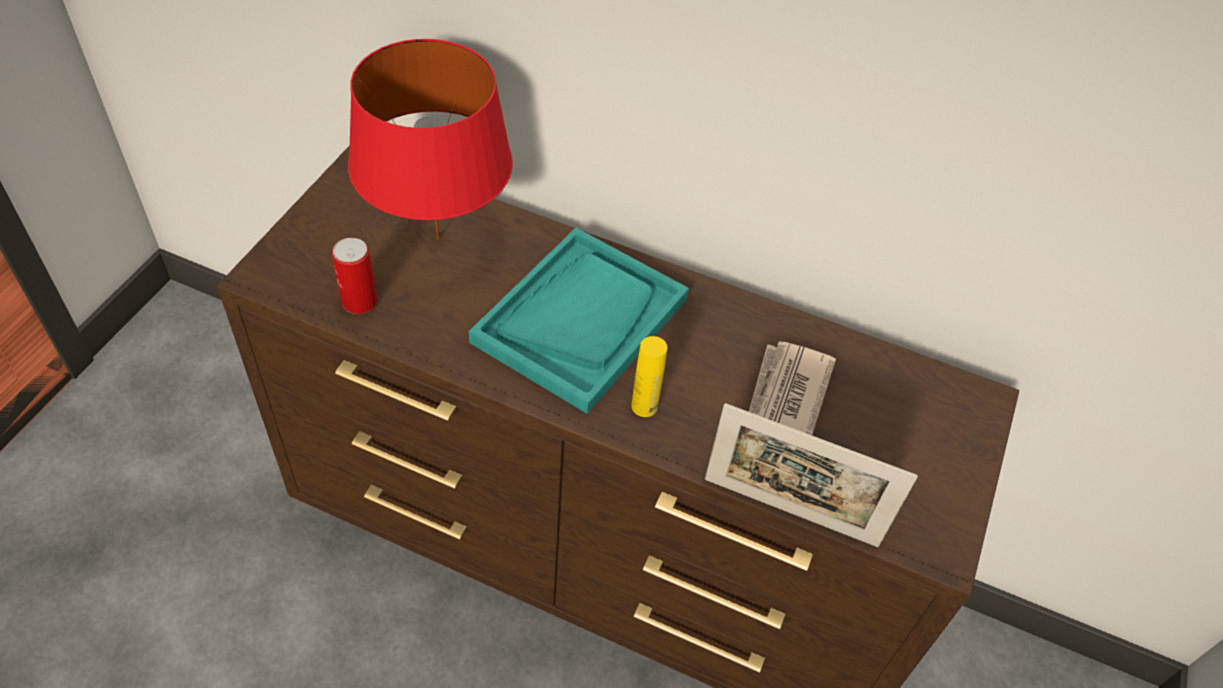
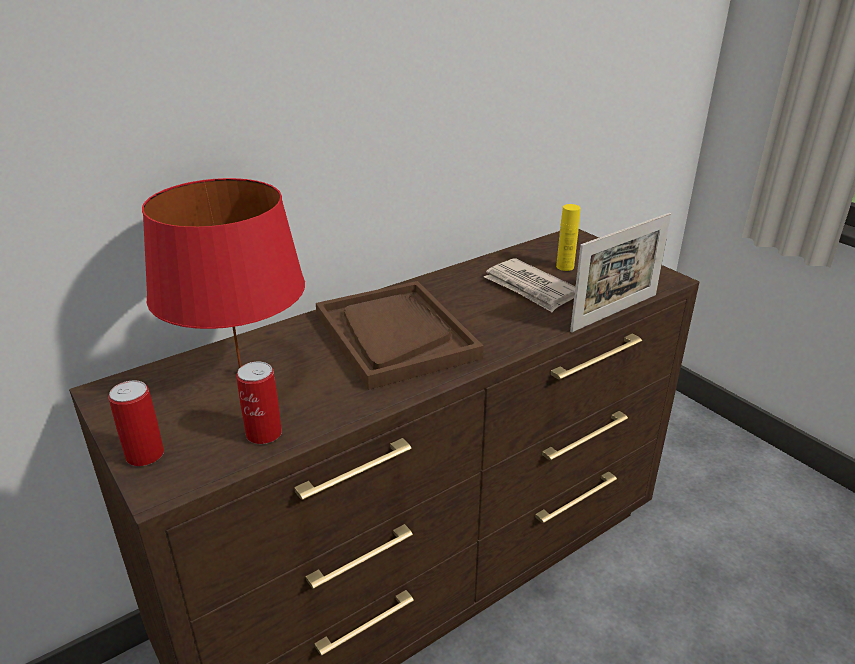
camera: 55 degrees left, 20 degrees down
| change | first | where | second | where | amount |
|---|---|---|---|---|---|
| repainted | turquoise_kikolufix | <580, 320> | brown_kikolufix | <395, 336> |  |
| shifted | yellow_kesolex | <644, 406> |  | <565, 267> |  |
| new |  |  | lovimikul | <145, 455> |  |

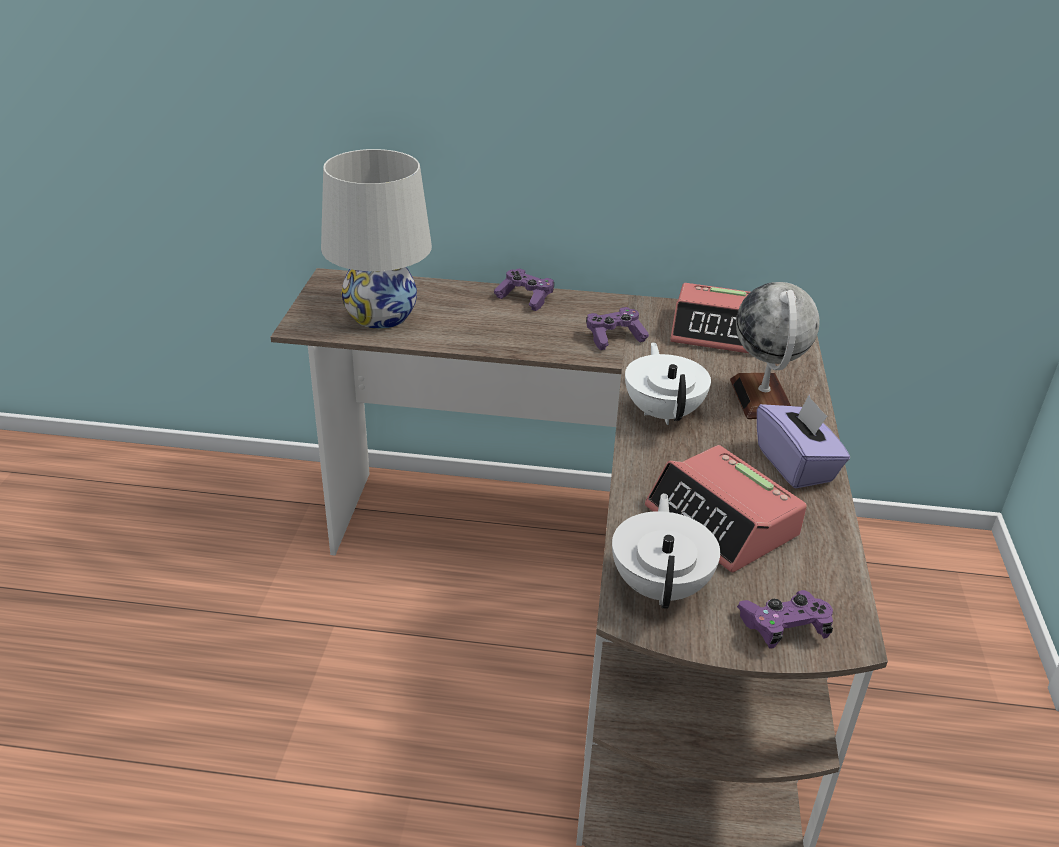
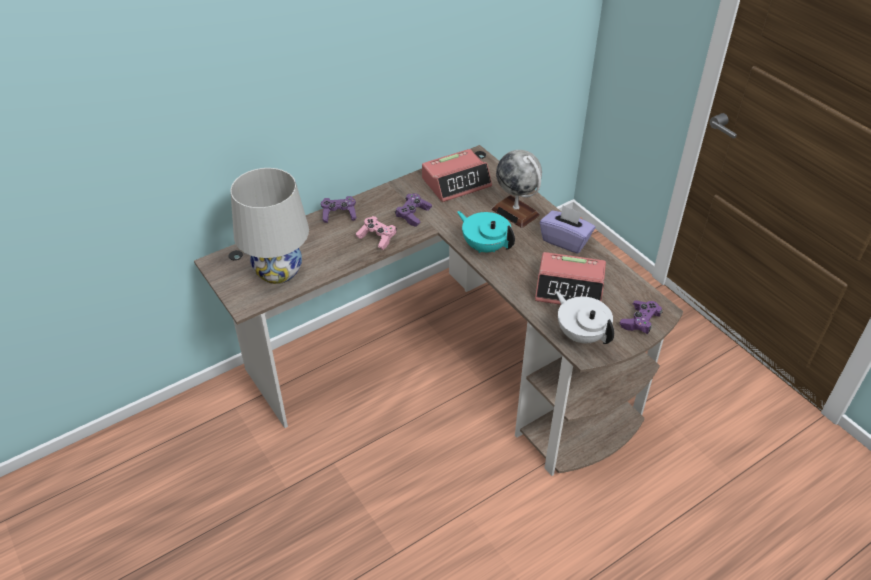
camera: 40 degrees left, 10 degrees up
| change | first | where | second | where | amount |
|---|---|---|---|---|---|
| repainted | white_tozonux | <663, 412> | turquoise_tozonux | <485, 246> |  |
| new |  |  | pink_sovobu | <377, 238> |  |

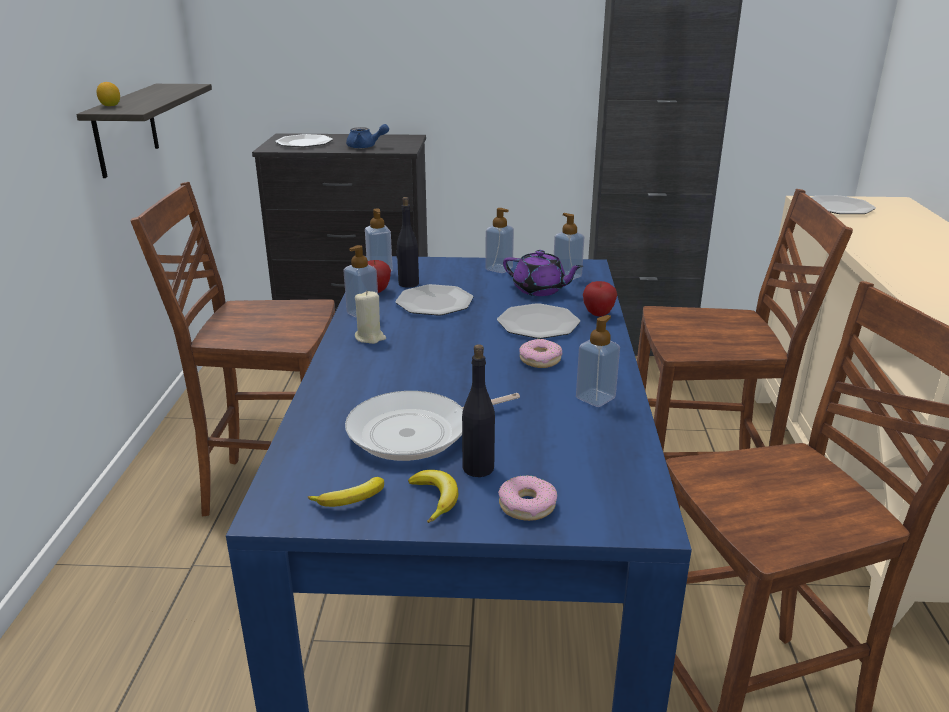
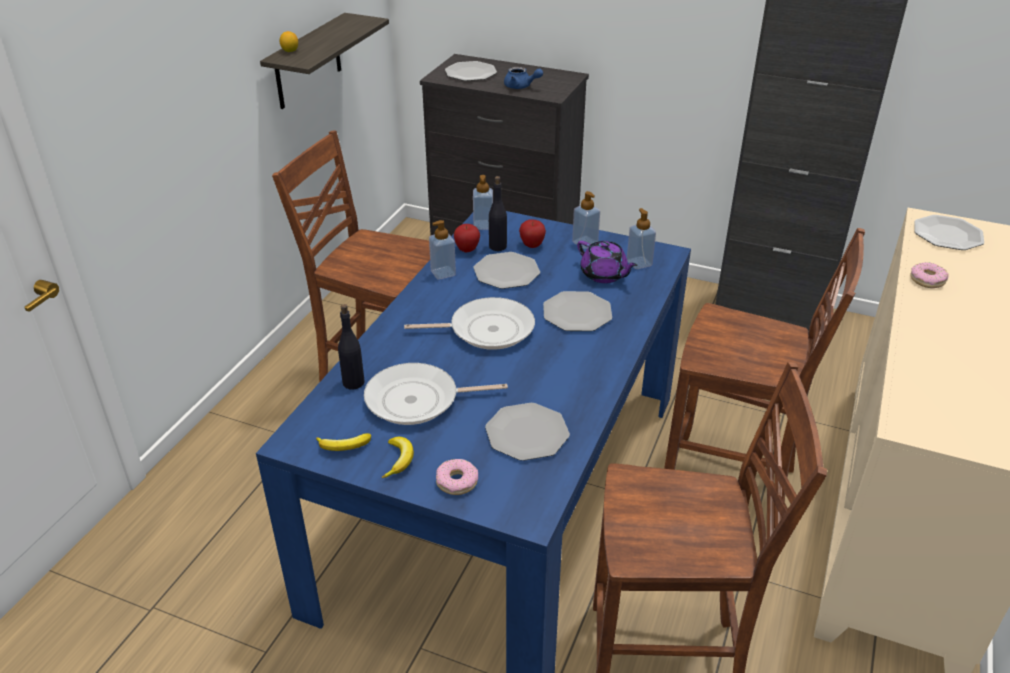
camera: 20 degrees right, 10 degrees up
| change | first | where | second | where | amount |
|---|---|---|---|---|---|
| gone | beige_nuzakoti | <370, 337> |  |  |  |
| shifted | black_kesolex | <478, 468> |  | <353, 382> |  |
| shifted | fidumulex | <540, 360> |  | <927, 280> |  |
| gone | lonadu | <595, 398> |  |  |  |
| shifted | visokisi | <598, 314> |  | <532, 245> |  |
| new |  |  | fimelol | <486, 330> |  |
| new |  |  | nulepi | <527, 433> |  |

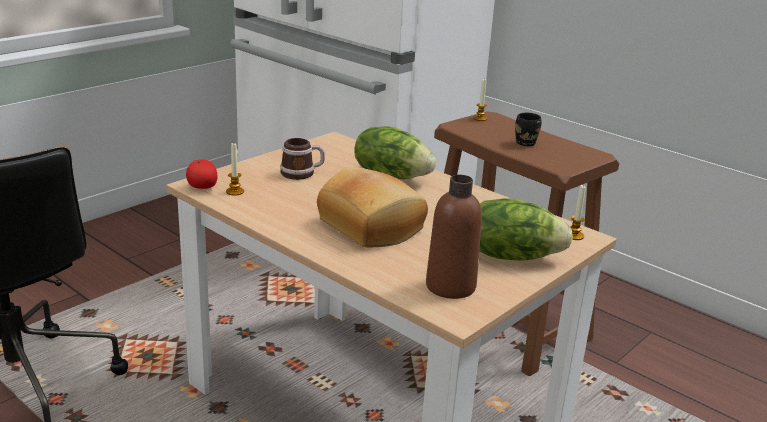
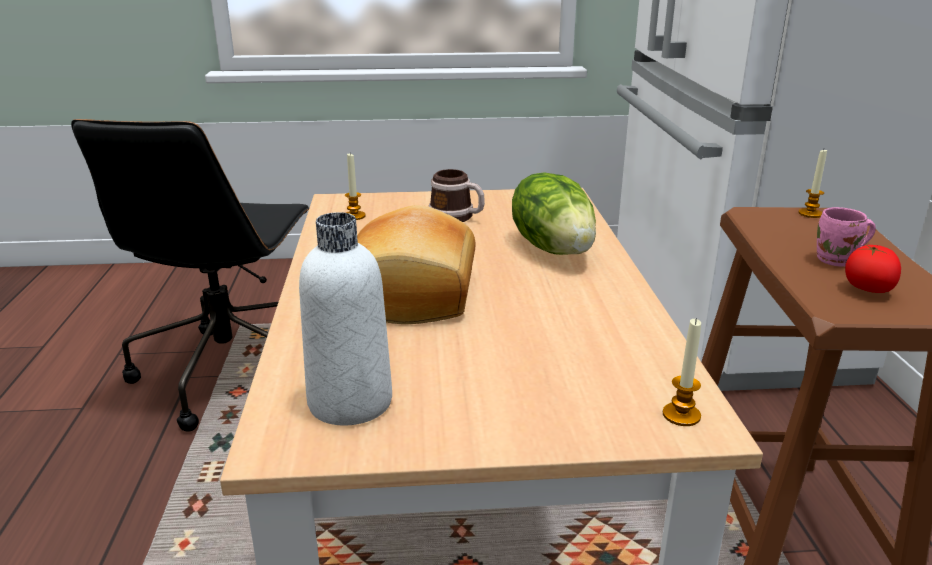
camera: 45 degrees right, 0 degrees up
| change | first | where | second | where | amount |
|---|---|---|---|---|---|
| shifted | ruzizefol | <202, 187> |  | <867, 289> |  |
| repainted | brown_kesolex | <450, 286> | white_kesolex | <350, 402> |  |
| gone | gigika | <512, 256> |  |  |  |
| repainted | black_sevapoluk | <527, 143> | pink_sevapoluk | <838, 261> |  |

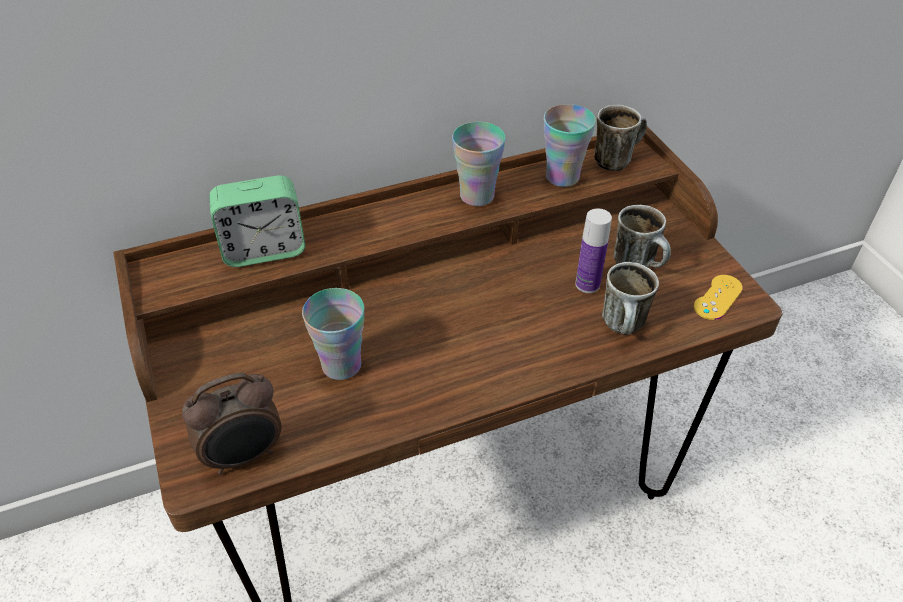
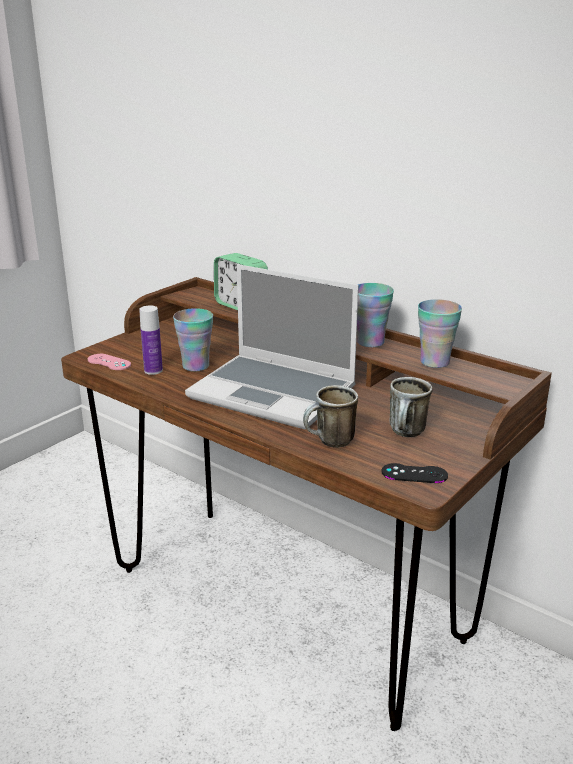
camera: 60 degrees right, 20 degrees down
| change | first | where | second | where | amount |
|---|---|---|---|---|---|
| swapped | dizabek | <245, 456> | pink_sovobu | <109, 362> |  |
| shifted | kesolex | <587, 284> |  | <153, 370> |  |
| gone | sevapoluk | <616, 159> |  |  |  |
| repainted | yellow_sovobu | <718, 297> | black_sovobu | <414, 474> |  |
| new |  |  | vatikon | <275, 393> |  |

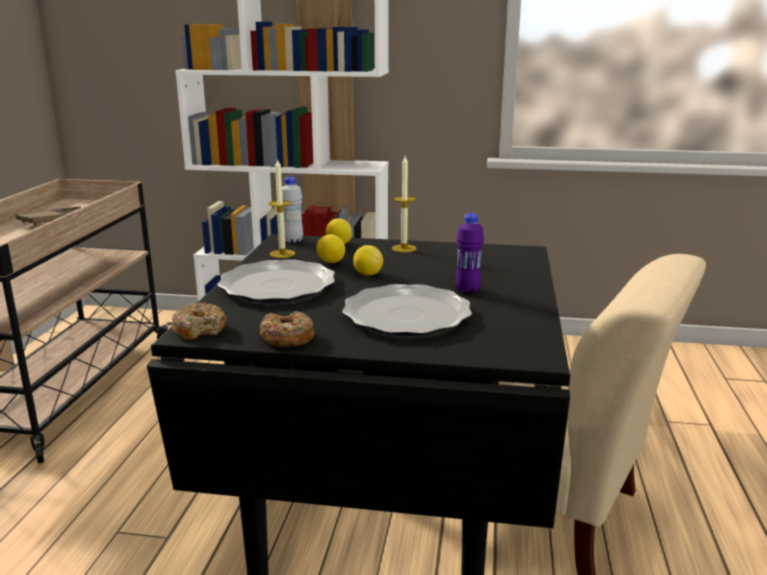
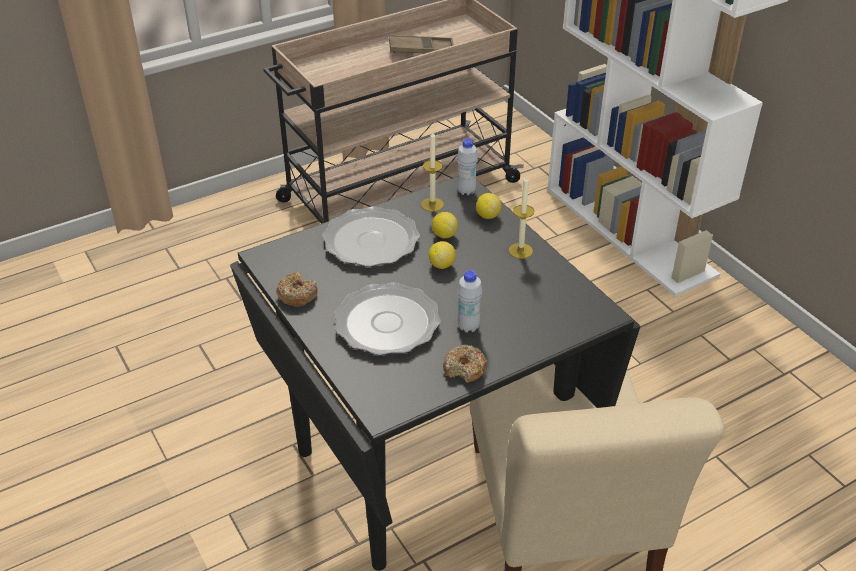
camera: 50 degrees right, 20 degrees up
| change | first | where | second | where | amount |
|---|---|---|---|---|---|
| shifted | fidumulex | <199, 329> |  | <464, 369> |  |
| repainted | purple_kesolex | <467, 290> | white_kesolex | <468, 327> |  |

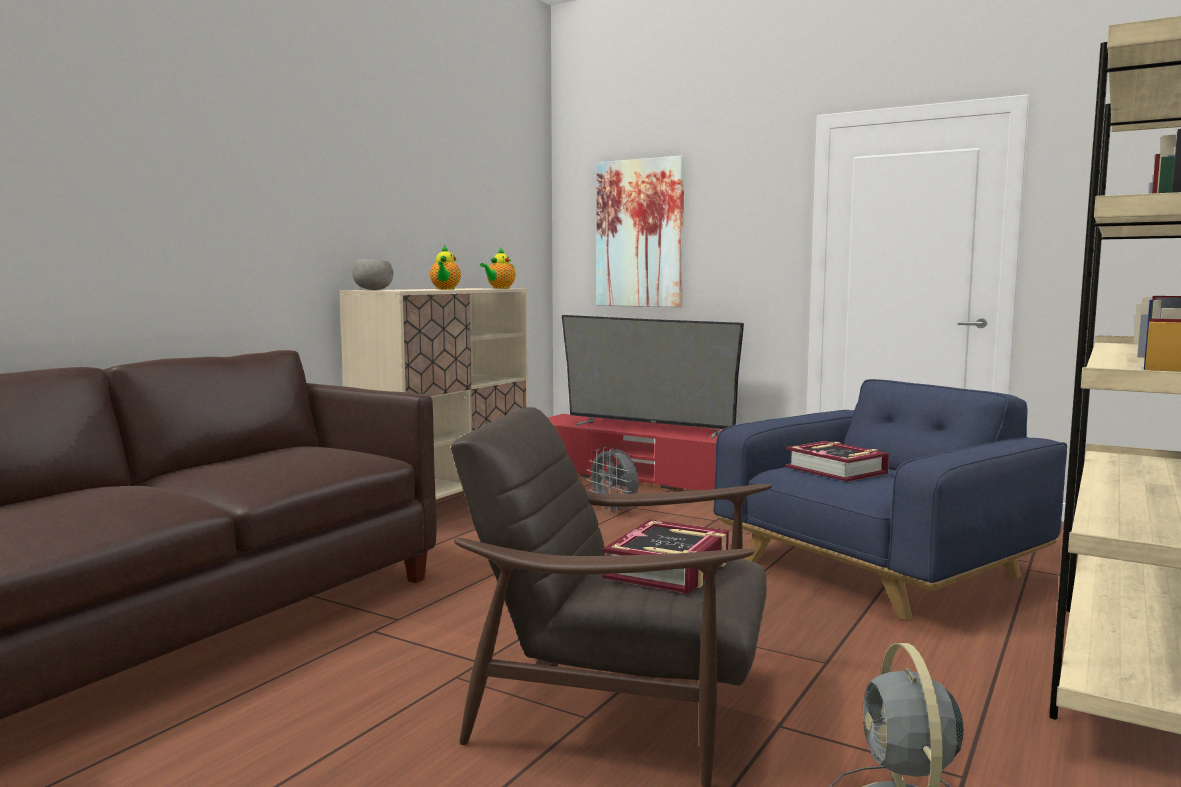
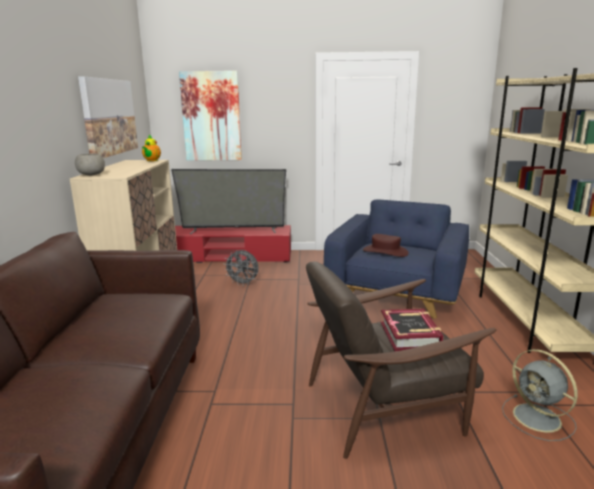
camera: 30 degrees left, 10 degrees up
| change | first | where | second | where | amount |
|---|---|---|---|---|---|
| gone | tozonux | <445, 289> |  |  |  |
| swapped | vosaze | <836, 470> | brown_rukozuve | <385, 251> |  |
| new |  |  | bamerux | <109, 117> |  |

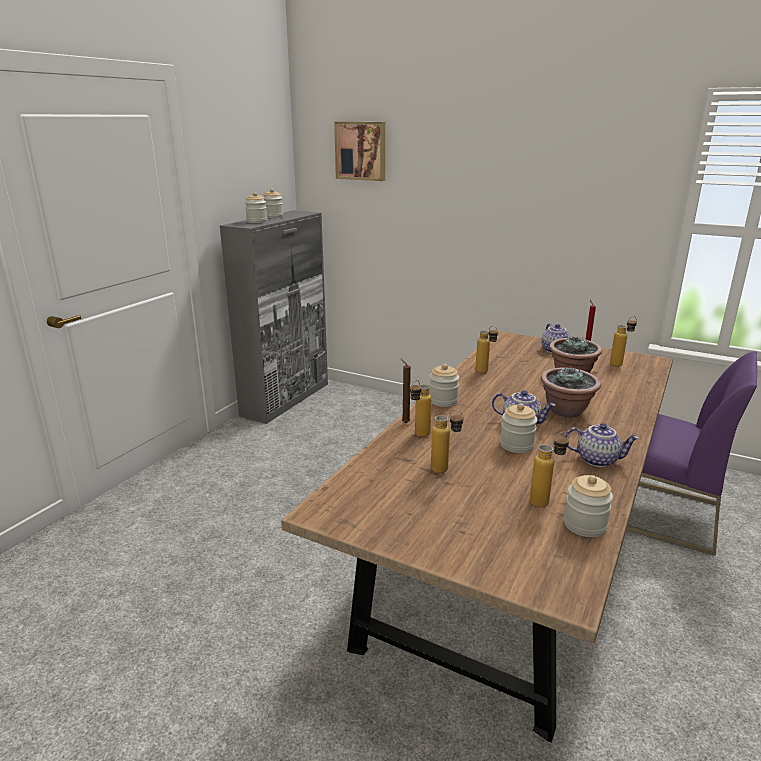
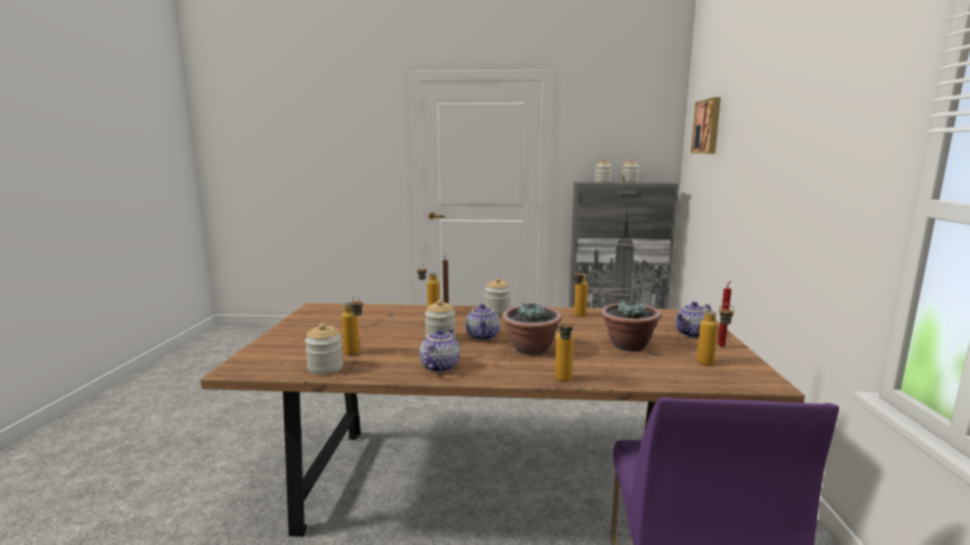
camera: 65 degrees right, 10 degrees down
| change | first | where | second | where | amount |
|---|---|---|---|---|---|
| shifted | kesolex | <445, 471> |  | <563, 381> |  |
| rotated | tozonux | <597, 459> |  | <439, 366> | 150 degrees counterclockwise |

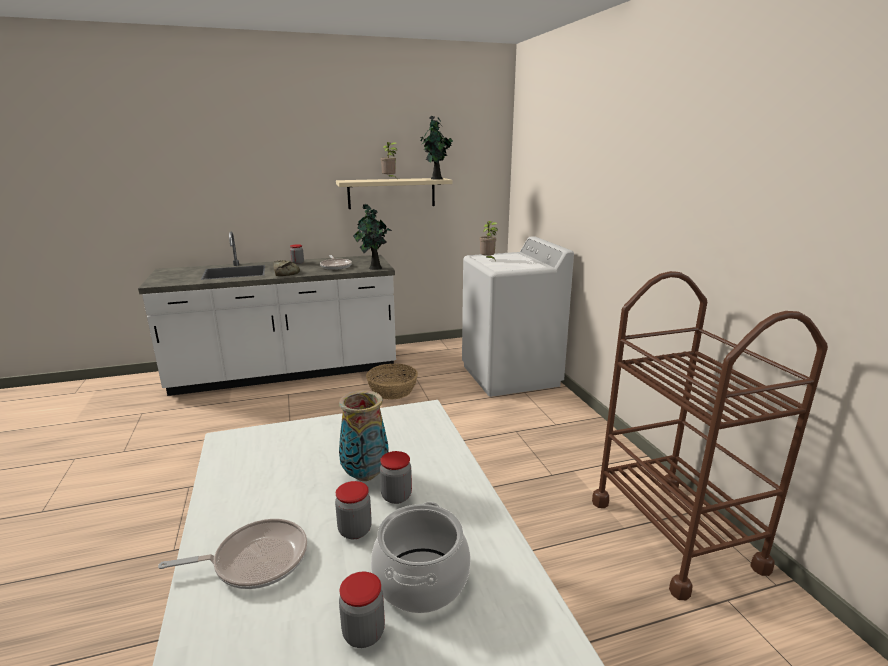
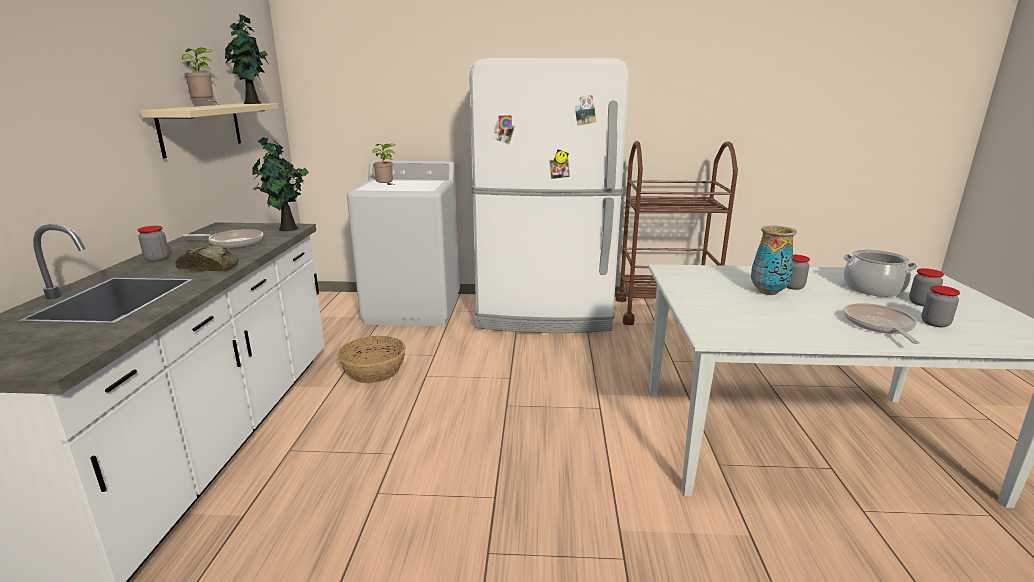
camera: 70 degrees left, 0 degrees up
| change | first | where | second | where | amount |
|---|---|---|---|---|---|
| shifted | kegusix | <355, 530> |  | <935, 323> |  |
| new |  |  | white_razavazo | <544, 313> |  |

